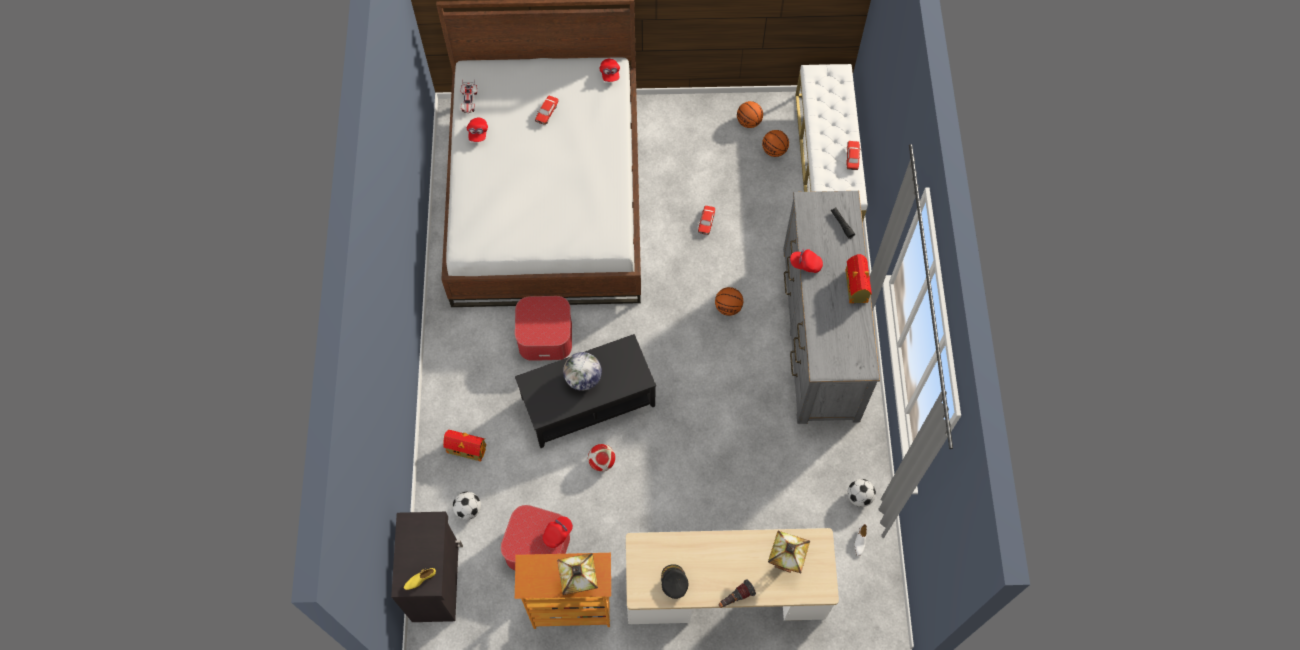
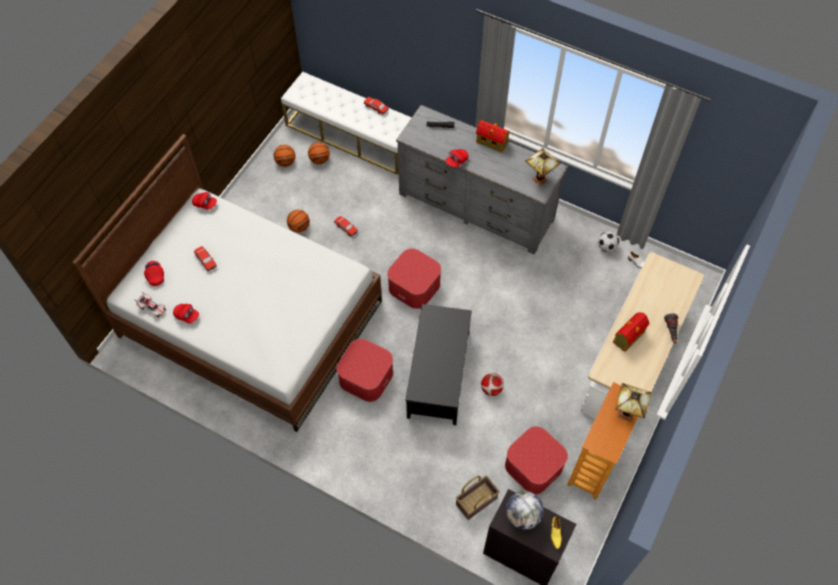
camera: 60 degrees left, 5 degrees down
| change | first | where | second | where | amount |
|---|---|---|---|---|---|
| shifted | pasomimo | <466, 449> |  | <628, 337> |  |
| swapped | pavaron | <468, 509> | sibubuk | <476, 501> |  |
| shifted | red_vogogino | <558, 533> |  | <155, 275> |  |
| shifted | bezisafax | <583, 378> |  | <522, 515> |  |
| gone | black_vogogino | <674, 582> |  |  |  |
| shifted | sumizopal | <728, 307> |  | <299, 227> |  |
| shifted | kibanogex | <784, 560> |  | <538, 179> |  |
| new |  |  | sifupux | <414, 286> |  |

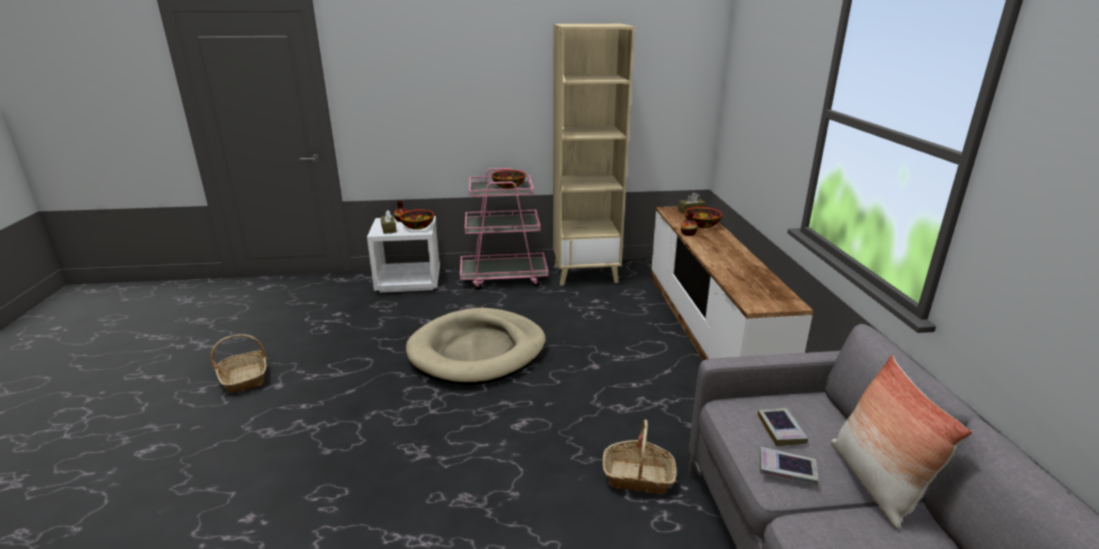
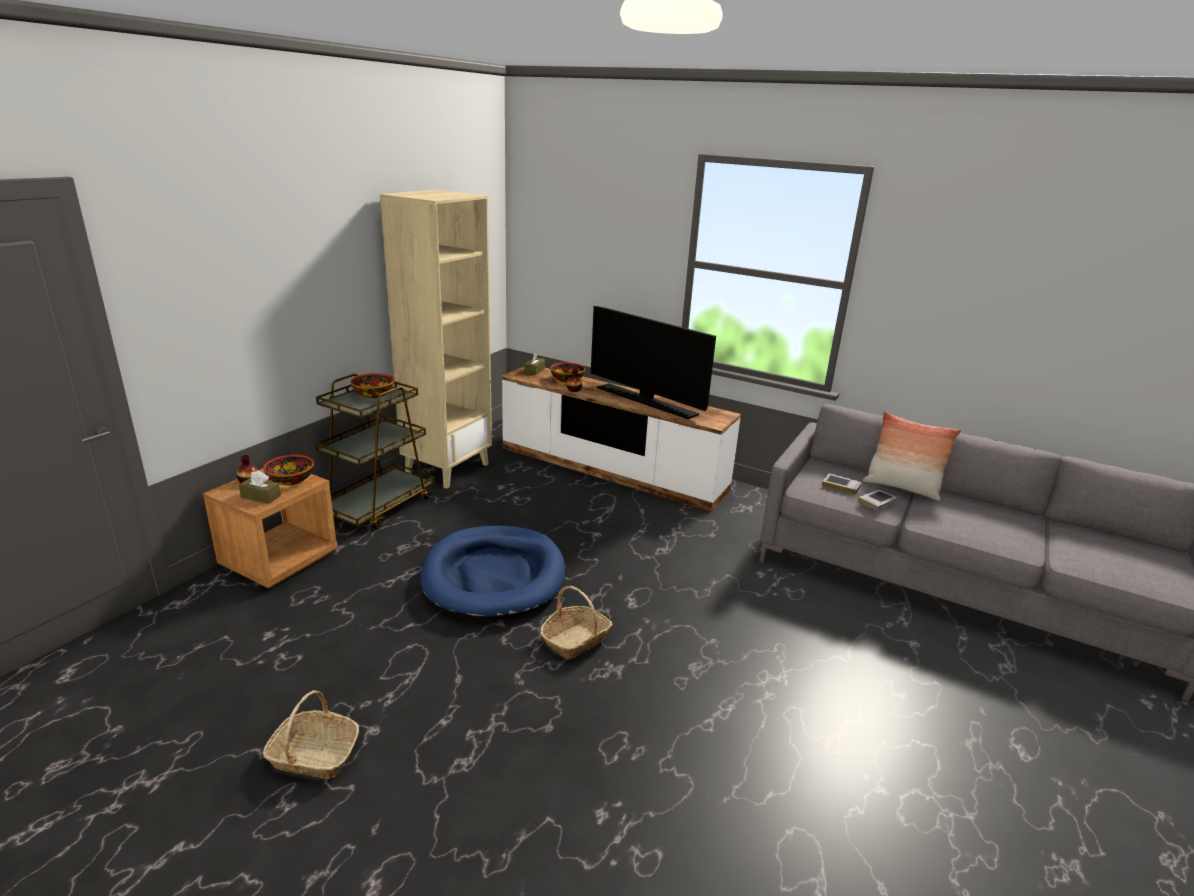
camera: 55 degrees left, 0 degrees up
| change | first | where | second | where | amount |
|---|---|---|---|---|---|
| repainted | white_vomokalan | <409, 281> | brown_vomokalan | <279, 559> |  |
| repainted | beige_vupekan | <477, 351> | blue_vupekan | <494, 576> |  |
| repainted | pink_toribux | <504, 277> | brown_toribux | <379, 506> |  |
| shifted | sibubuk | <638, 477> |  | <576, 639> |  |
| new |  |  | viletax | <647, 401> |  |

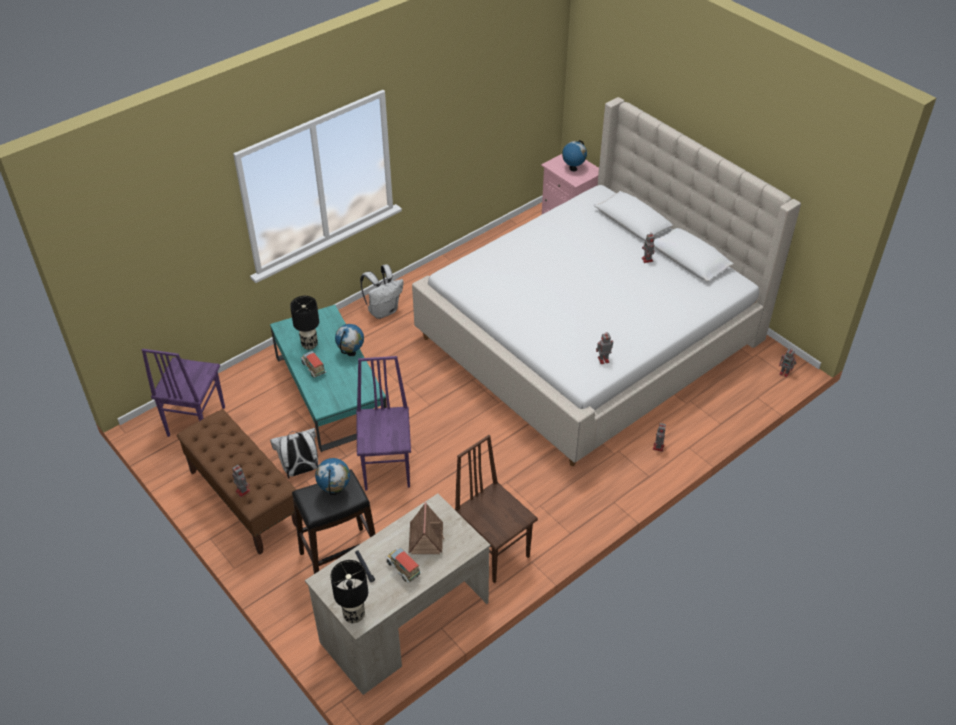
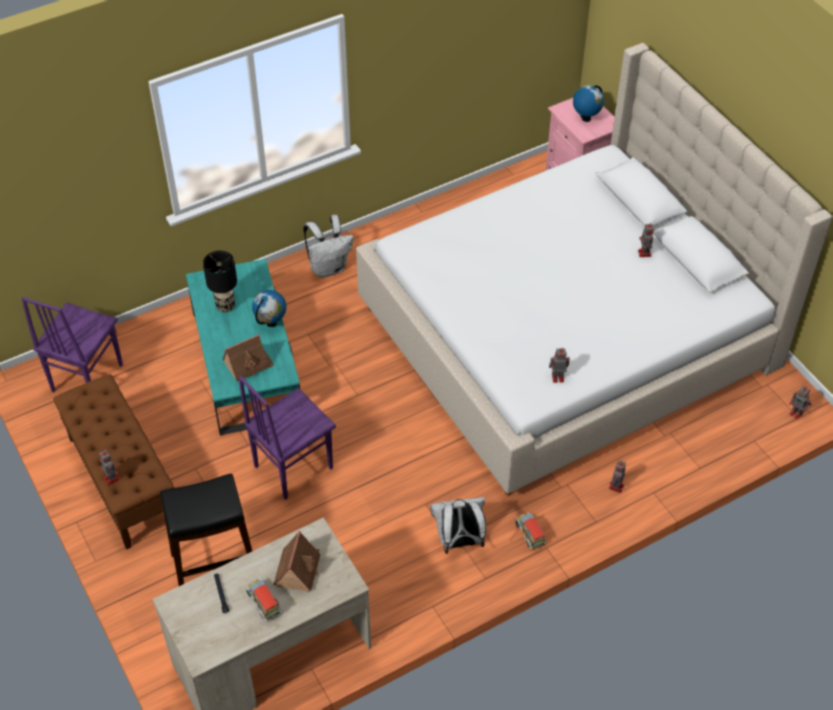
camera: 10 degrees right, 5 degrees up
| change | first | where | second | where | amount |
|---|---|---|---|---|---|
| shifted | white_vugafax | <300, 470> |  | <459, 542> |  |
| shifted | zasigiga | <314, 369> |  | <530, 534> |  |
| gone | bezisafax | <335, 491> |  |  |  |
| gone | black_kibanogex | <353, 615> |  |  |  |
| rotated | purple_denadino | <388, 468> |  | <292, 467> | 135 degrees counterclockwise |
| gone | brown_denadino | <494, 551> |  |  |  |
| new |  |  | pasomimo | <248, 364> |  |

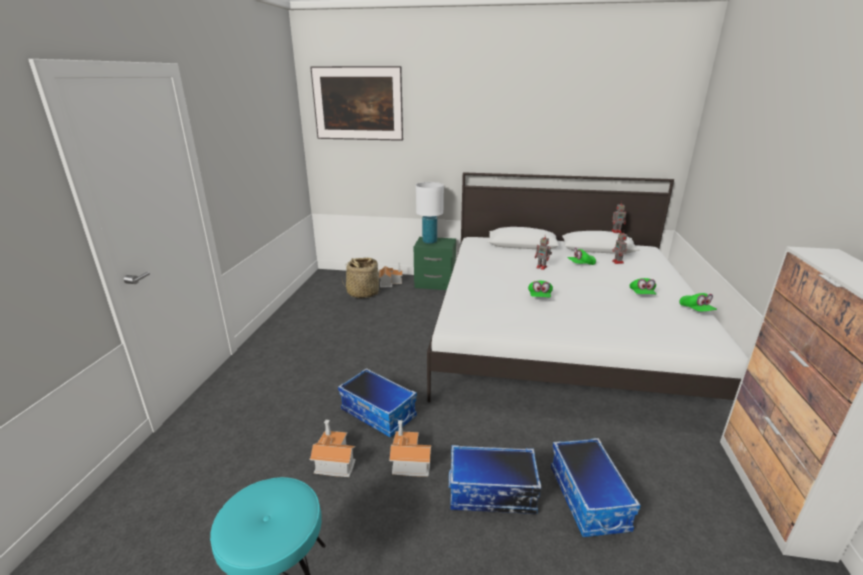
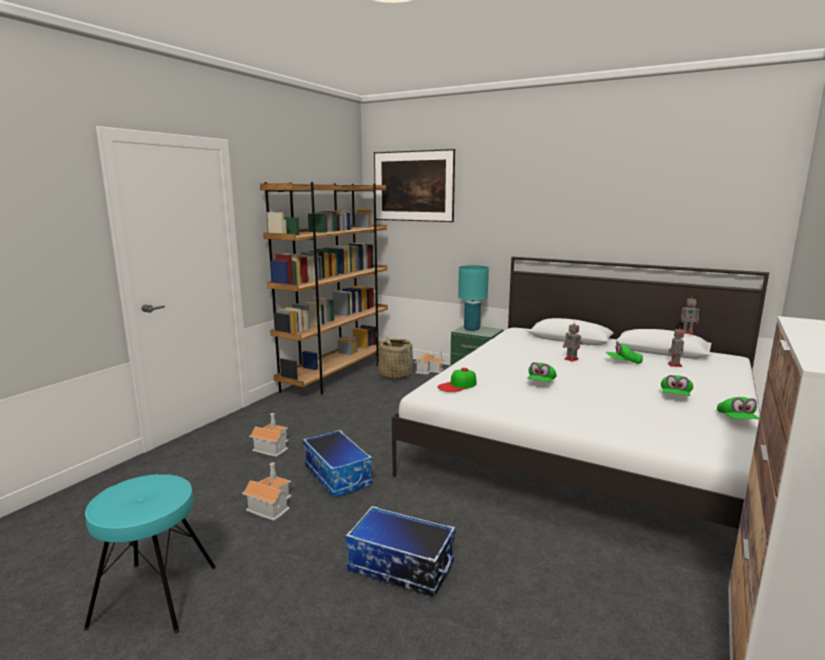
camera: 20 degrees right, 10 degrees down
| change | first | where | second | where | amount |
|---|---|---|---|---|---|
| shifted | pasomimo | <408, 460> |  | <271, 446> |  |
| repainted | white_kibanogex | <429, 241> | turquoise_kibanogex | <472, 329> |  |
| gone | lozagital | <589, 499> |  |  |  |
| new |  |  | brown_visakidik | <336, 375> |  |
| new |  |  | vogogino | <457, 385> |  |

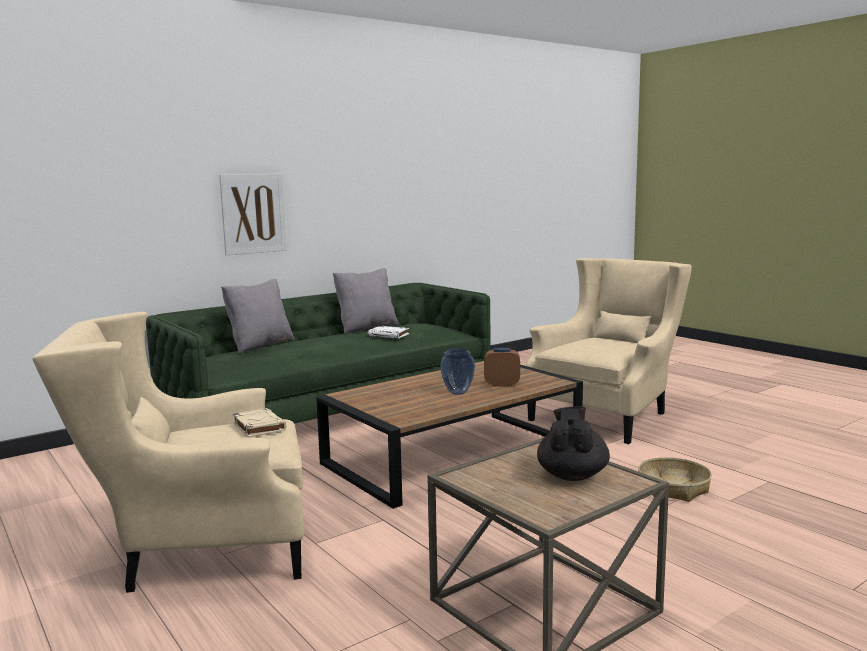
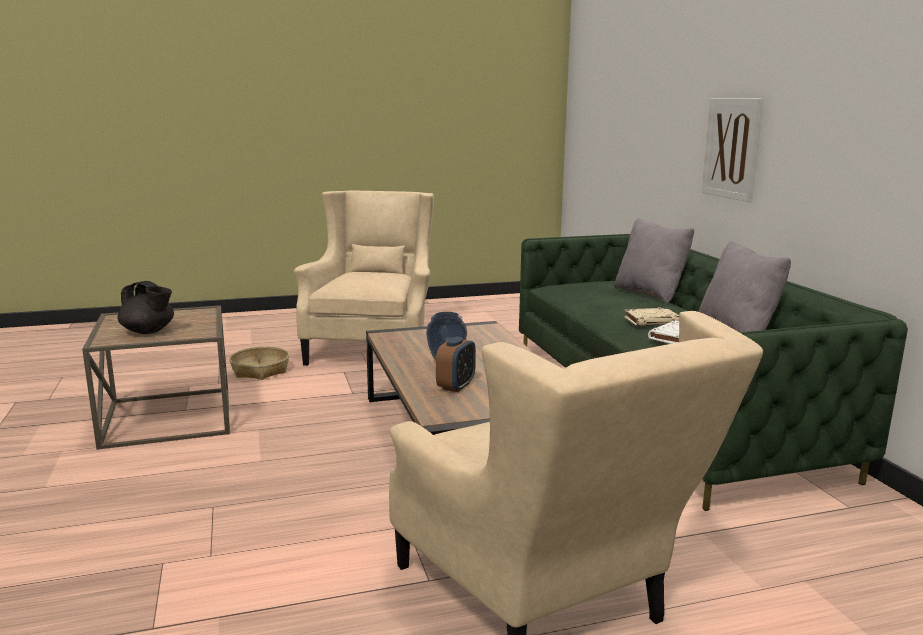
camera: 110 degrees right, 5 degrees up
| change | first | where | second | where | amount |
|---|---|---|---|---|---|
| shifted | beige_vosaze | <258, 426> |  | <652, 321> |  |
| shifted | sibubuk | <673, 488> |  | <260, 370> |  |

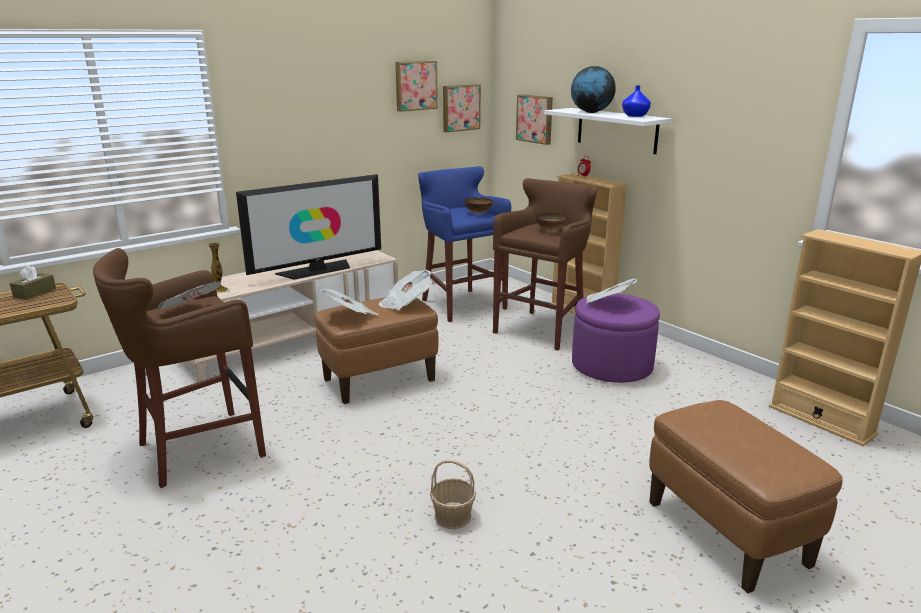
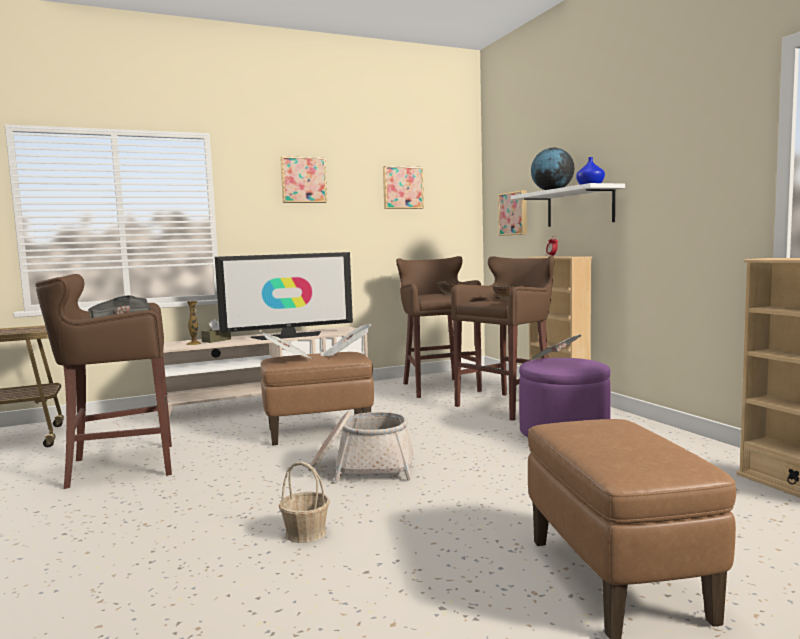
camera: 15 degrees right, 15 degrees down
| change | first | where | second | where | amount |
|---|---|---|---|---|---|
| shifted | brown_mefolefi | <35, 292> |  | <216, 340> |  |
| repainted | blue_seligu | <461, 304> | brown_seligu | <438, 387> |  |
| shifted | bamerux | <460, 107> |  | <303, 180> |  |
| new |  |  | sibubuk | <362, 468> |  |

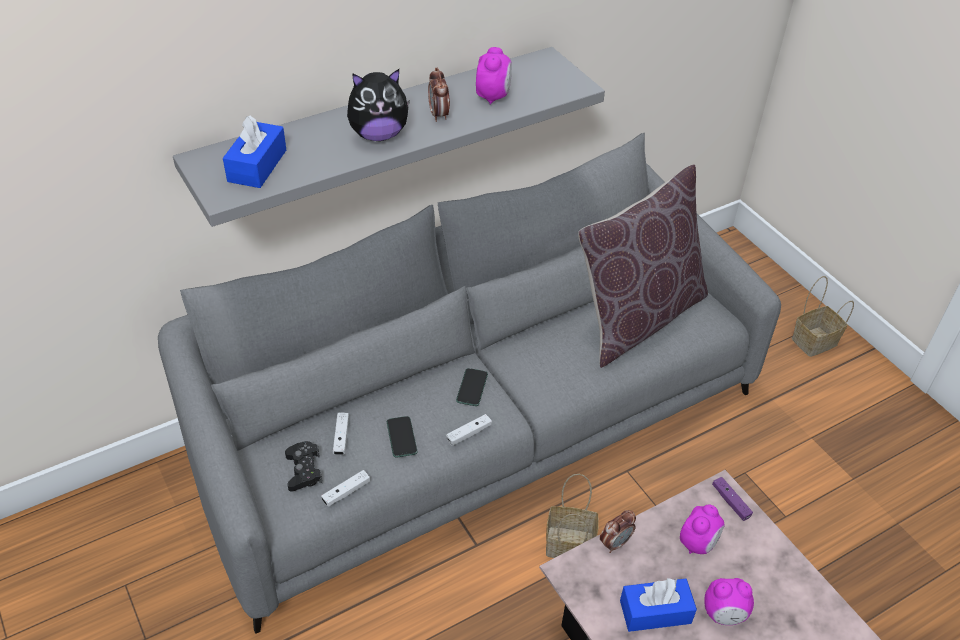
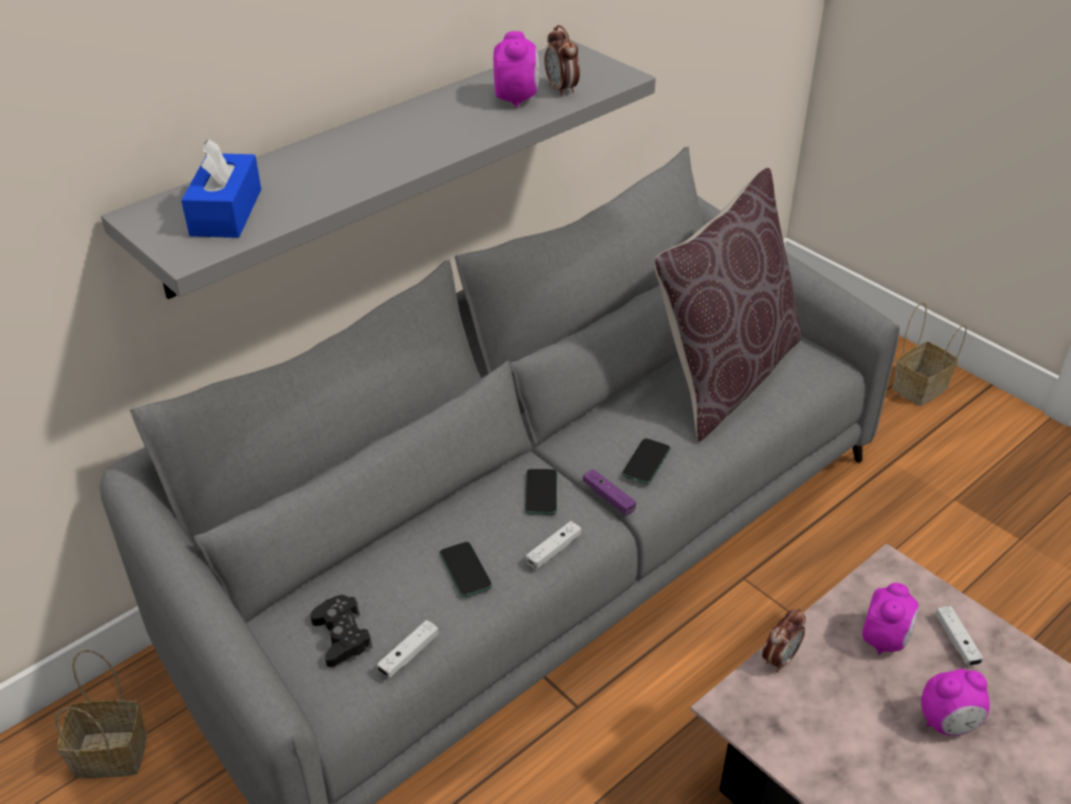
camera: 10 degrees left, 5 degrees down
| change | first | where | second | where | amount |
|---|---|---|---|---|---|
| shifted | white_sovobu | <341, 437> |  | <956, 641> |  |
| gone | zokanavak | <378, 135> |  |  |  |
| shifted | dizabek | <439, 115> |  | <561, 89> |  |
| shifted | sibubuk | <567, 545> |  | <107, 756> |  |
| gone | blue_mefolefi | <655, 612> |  |  |  |
| shifted | purple_sovobu | <730, 502> |  | <608, 497> |  |
| new |  |  | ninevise | <646, 462> |  |

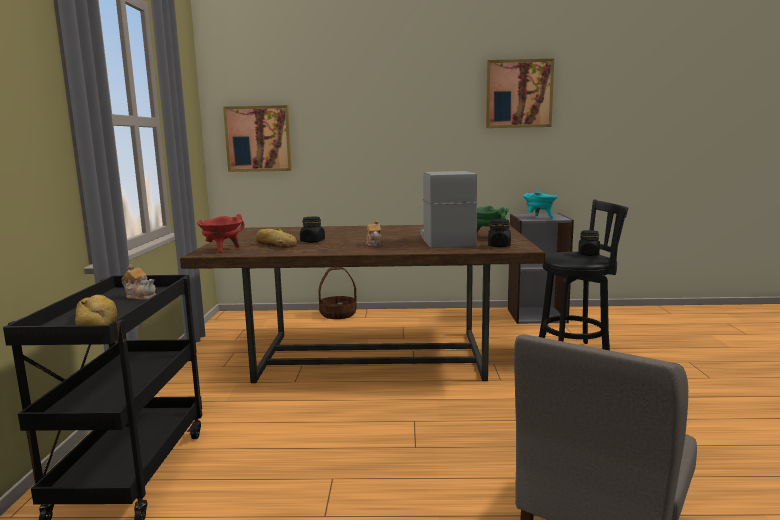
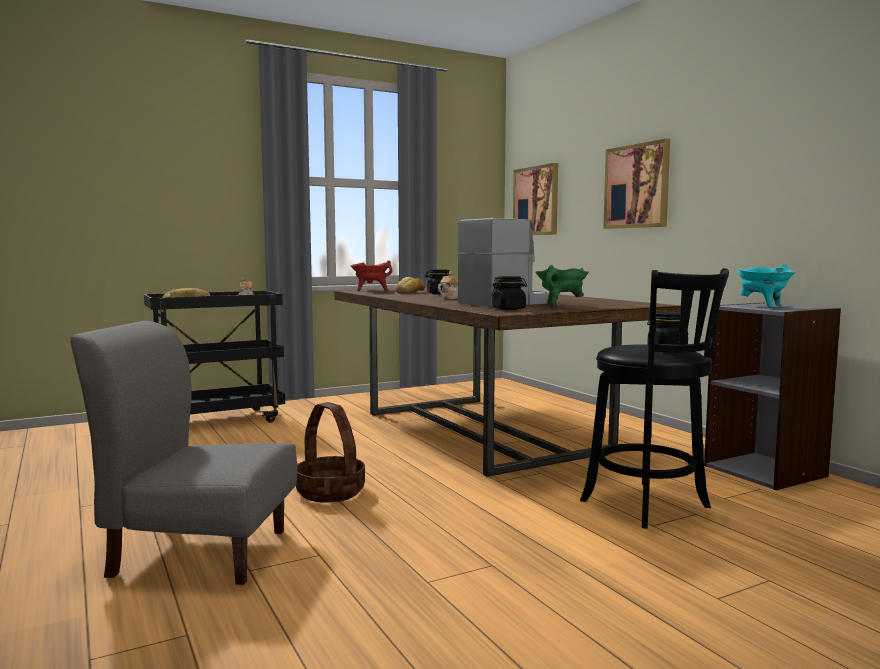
camera: 60 degrees right, 5 degrees down
| change | first | where | second | where | amount |
|---|---|---|---|---|---|
| shifted | sibubuk | <338, 314> |  | <331, 492> |  |
| shifted | bamerux | <519, 94> |  | <637, 186> |  |

